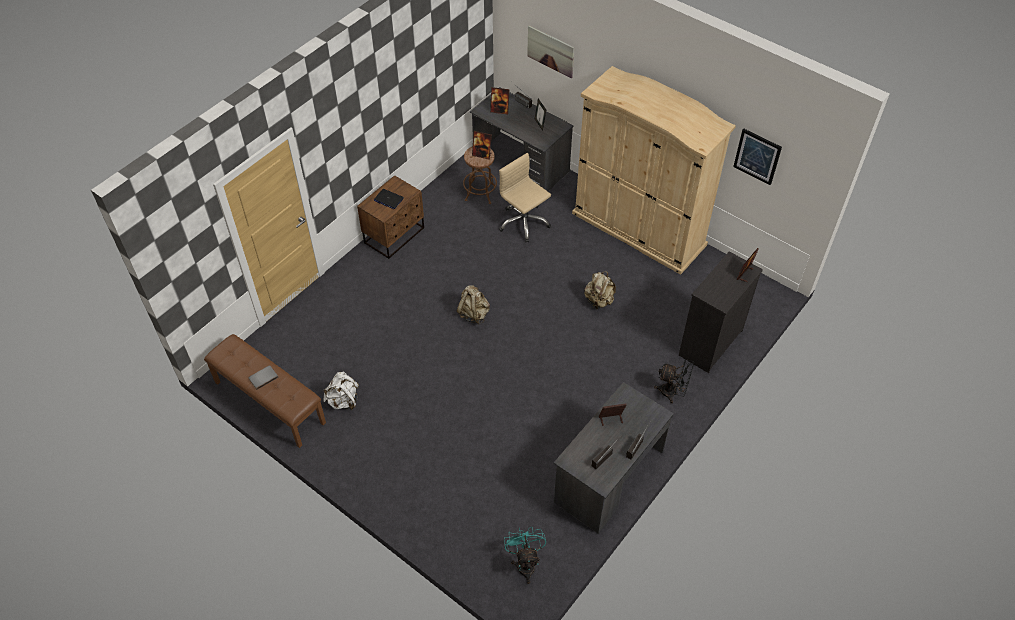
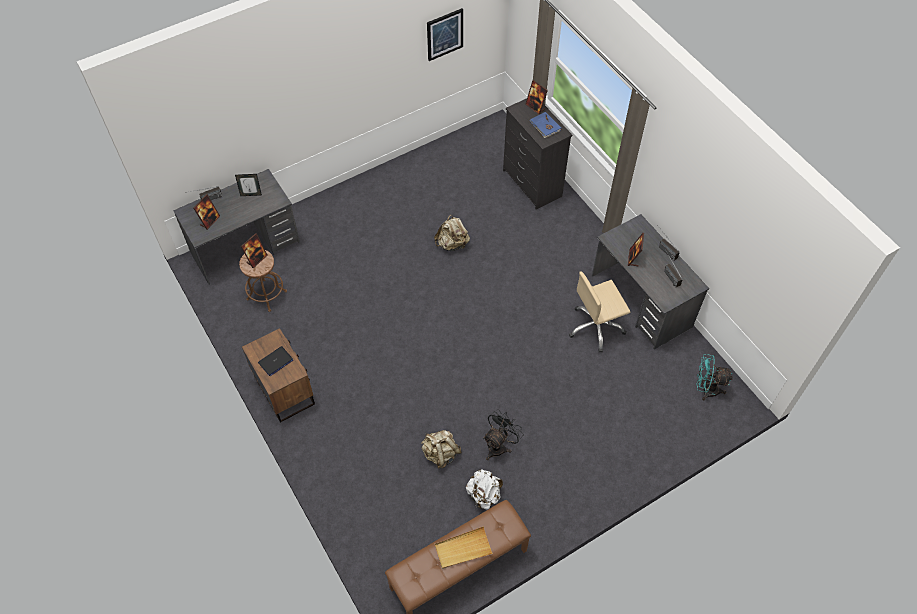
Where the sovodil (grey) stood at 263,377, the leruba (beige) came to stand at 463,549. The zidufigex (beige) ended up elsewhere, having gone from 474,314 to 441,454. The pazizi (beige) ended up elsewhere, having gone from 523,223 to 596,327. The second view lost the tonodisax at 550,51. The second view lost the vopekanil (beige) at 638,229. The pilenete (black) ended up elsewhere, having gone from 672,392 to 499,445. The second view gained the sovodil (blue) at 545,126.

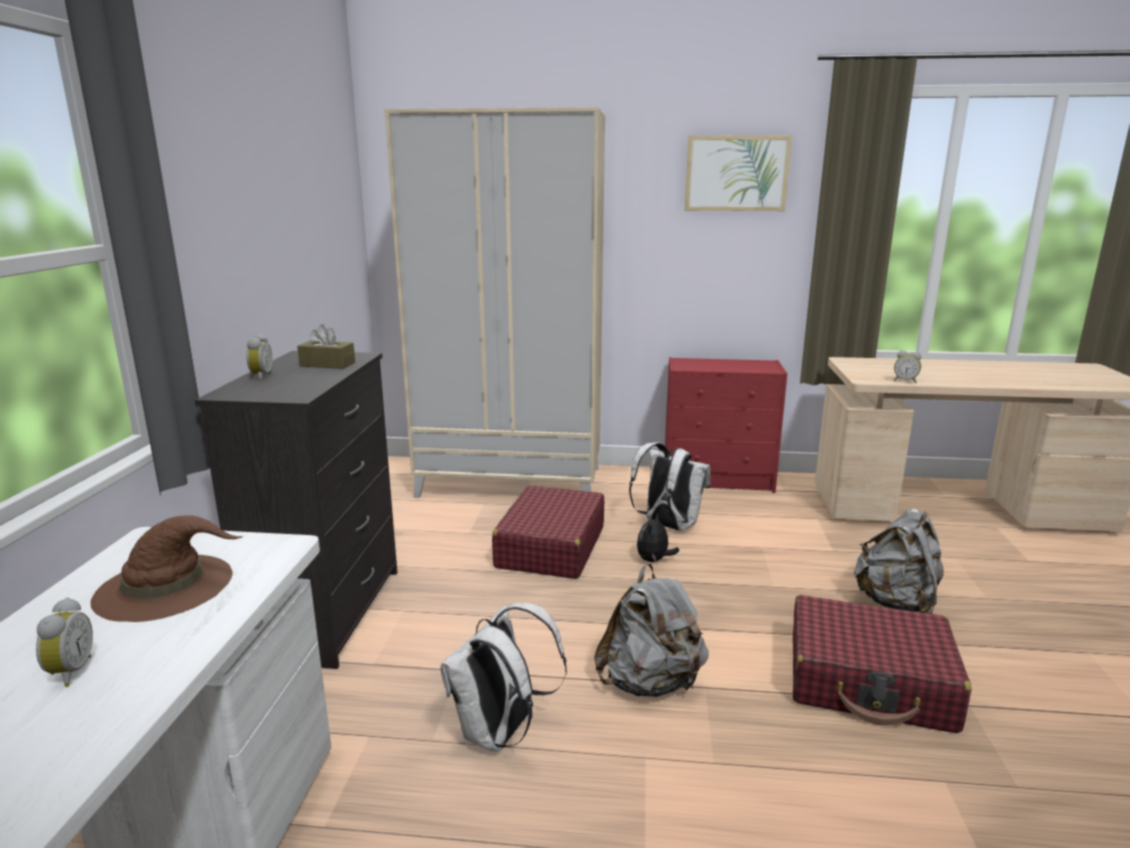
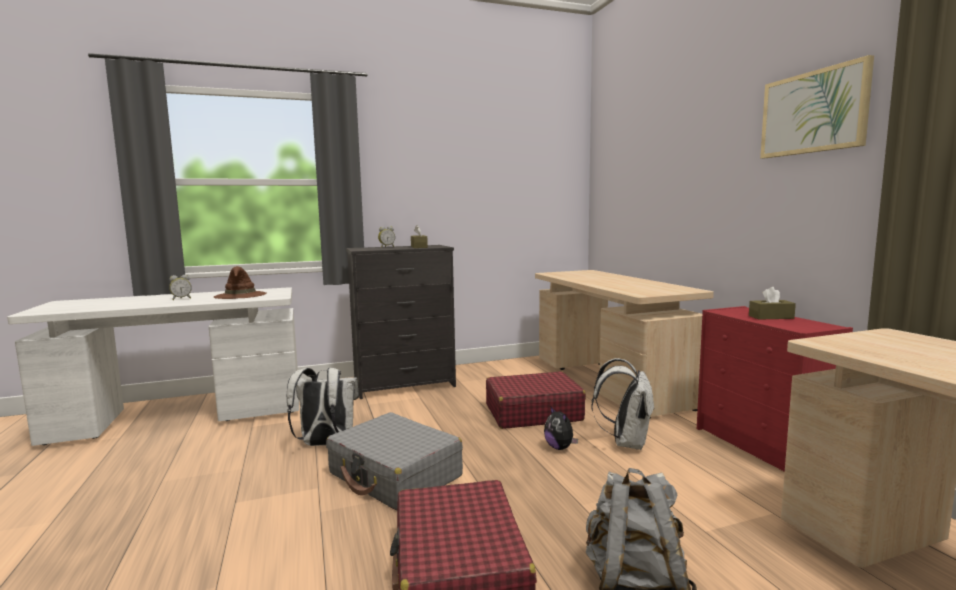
Where the vopekanil (beige) stood at 511,482, the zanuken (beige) came to stand at 609,383. Where the zidufigex (grey) stood at 650,683, the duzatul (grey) came to stand at 395,475. The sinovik at 654,560 ended up facing another way, 120 degrees counterclockwise from before. The second view lost the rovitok at 905,381. The second view gained the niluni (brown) at 771,317.

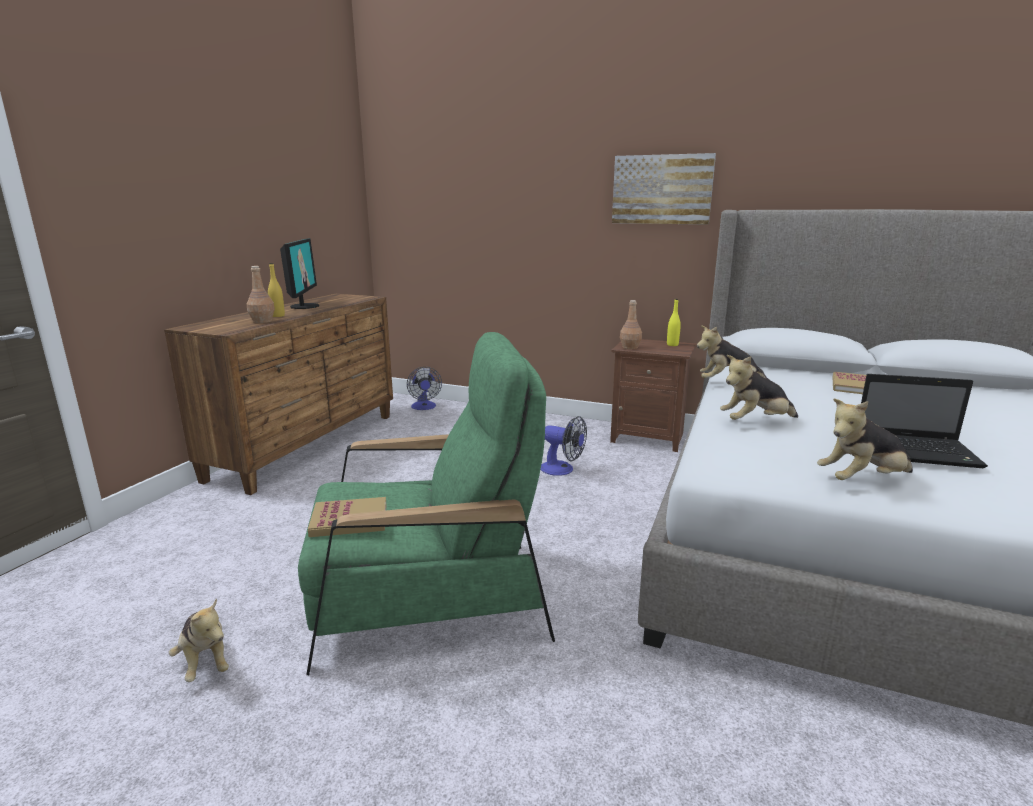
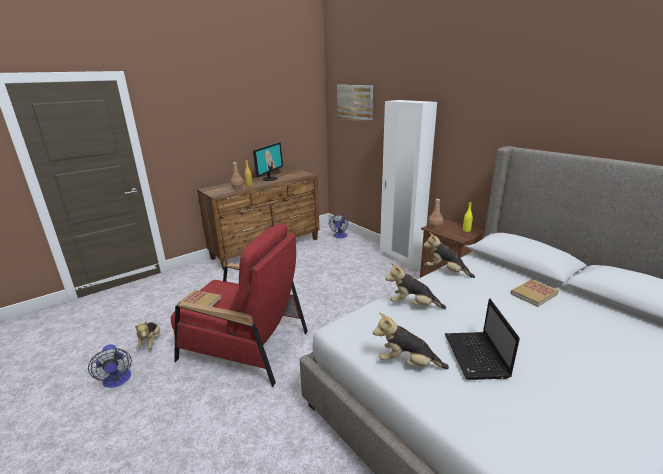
What was the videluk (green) at 429,599 turned into the videluk (red) at 243,346. The pilenete ended up elsewhere, having gone from 562,470 to 117,381. The tonodisax ended up elsewhere, having gone from 662,189 to 355,102. The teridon at 917,452 ended up facing another way, 45 degrees clockwise from before. The second view gained the vopekanil (white) at 400,259.

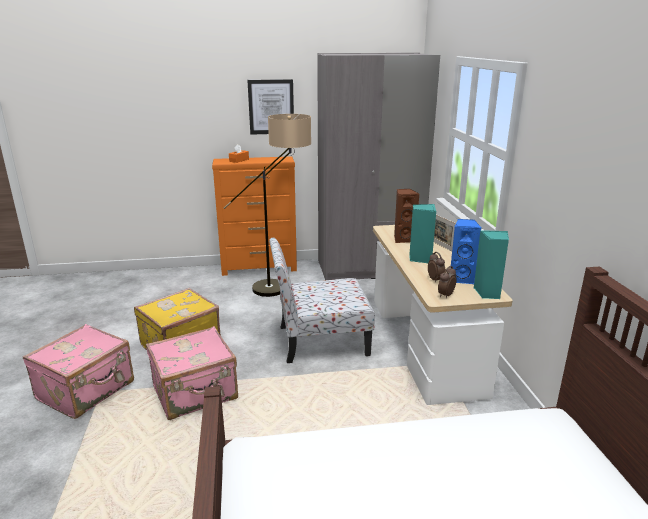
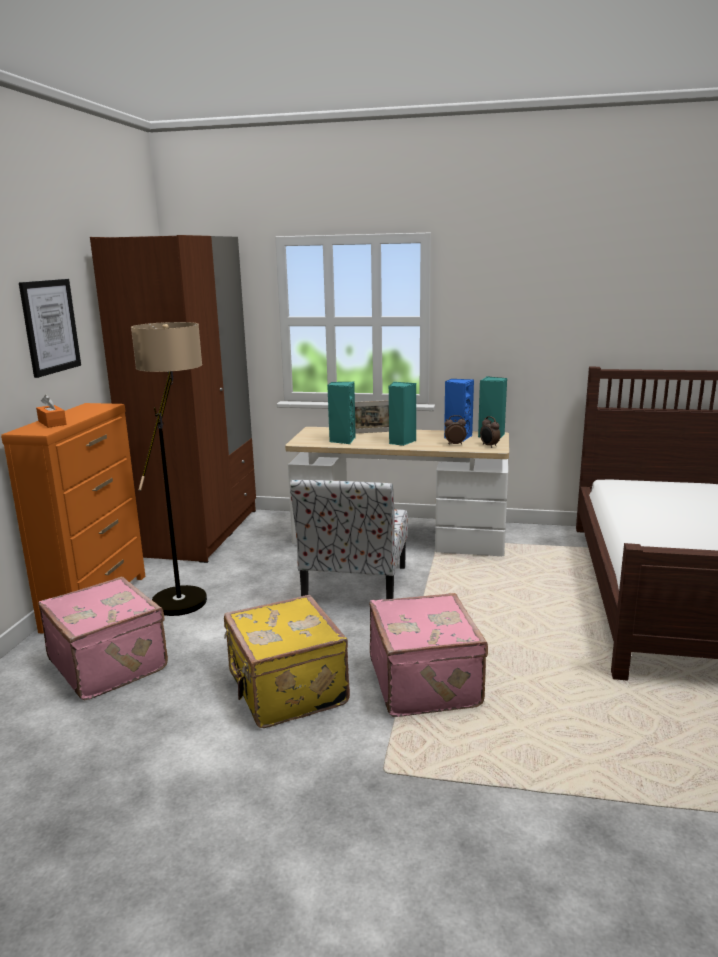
The duzatul (pink) ended up elsewhere, having gone from 87,391 to 110,664. What was the vopekanil (grey) at 368,268 turned into the vopekanil (brown) at 199,532. What was the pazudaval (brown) at 403,239 turned into the pazudaval (turquoise) at 342,440.

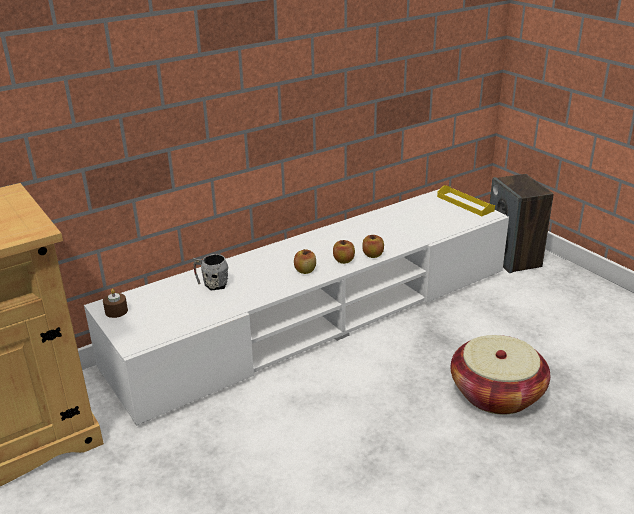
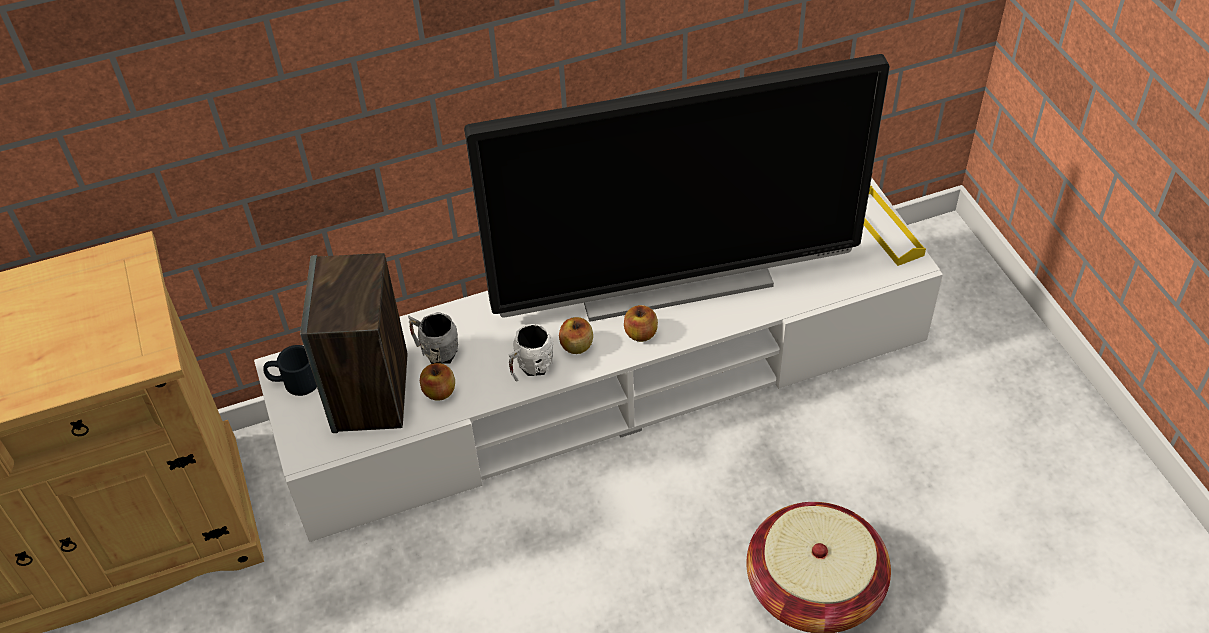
Where the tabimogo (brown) stood at 116,311, the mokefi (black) came to stand at 294,382. The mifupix ended up elsewhere, having gone from 373,255 to 439,392. The pazudaval ended up elsewhere, having gone from 513,258 to 371,393. The second view gained the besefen at 674,282. The second view gained the mokefi (white) at 530,368.

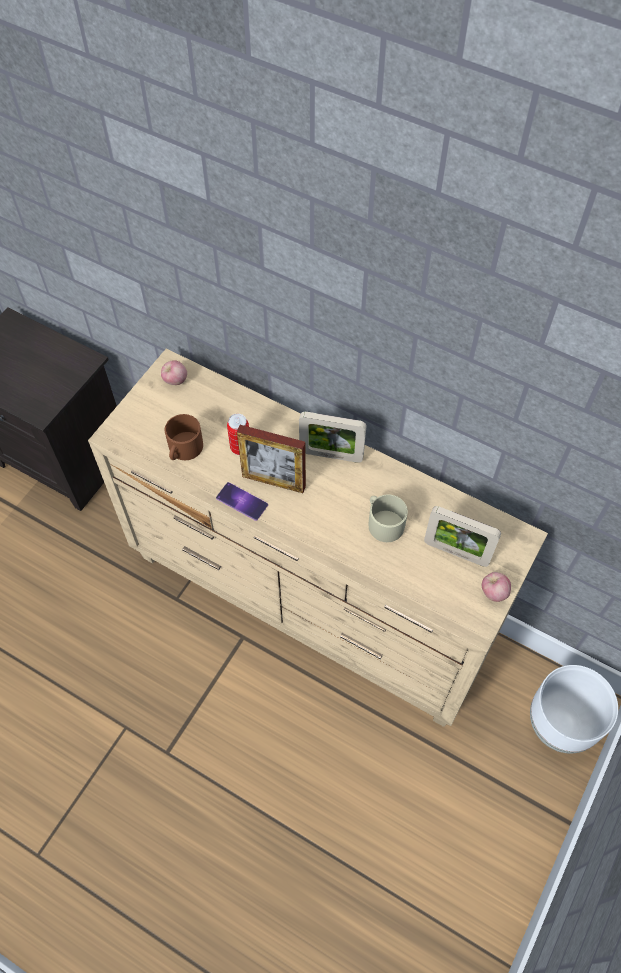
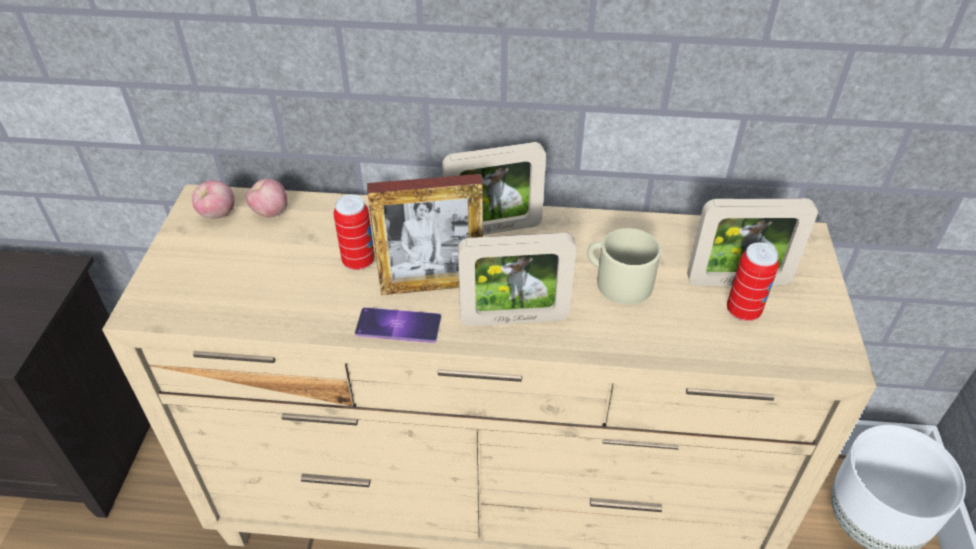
The second view lost the mokefi (brown) at 183,449. The mifupix ended up elsewhere, having gone from 493,592 to 270,213. The second view gained the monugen at 514,319. The second view gained the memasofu at 743,311.

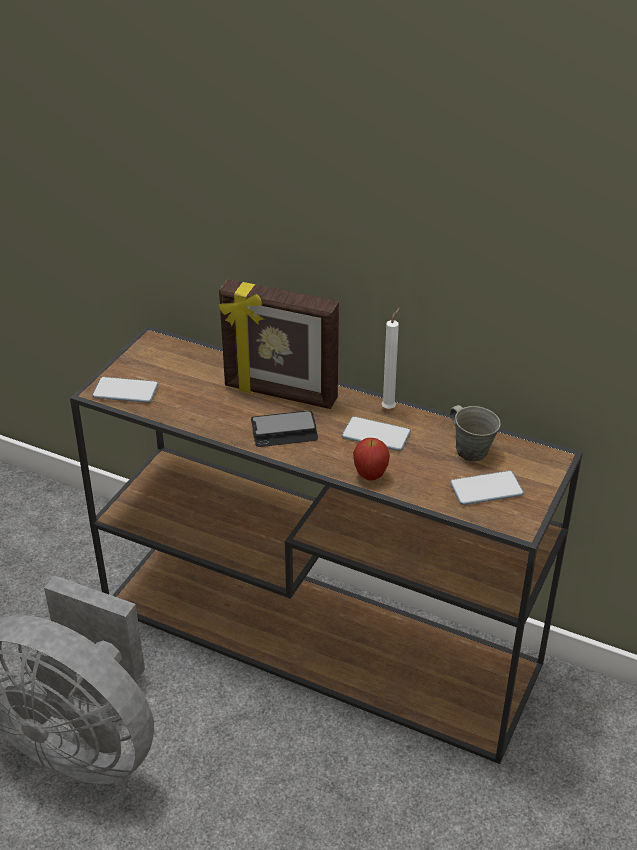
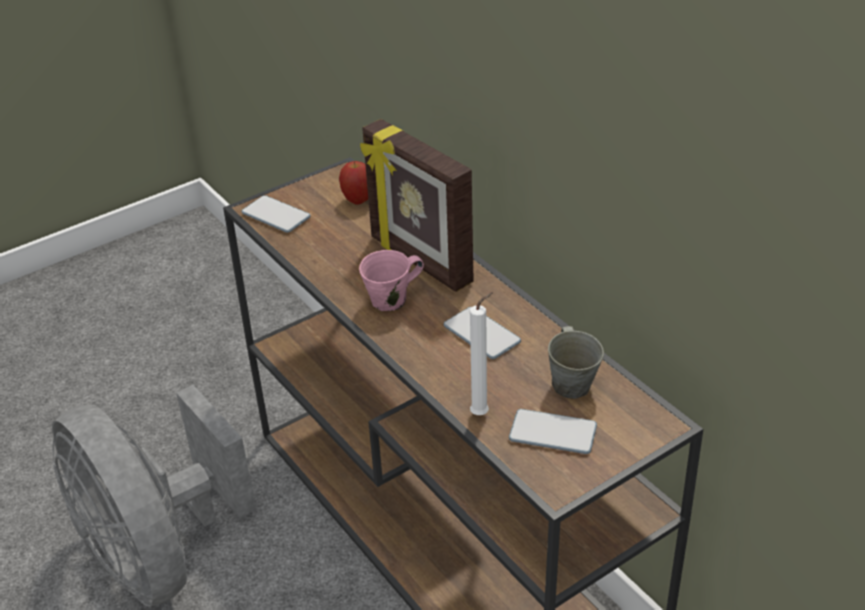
Where the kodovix stood at 284,431, the mokefi (pink) came to stand at 391,300. The mifupix ended up elsewhere, having gone from 370,476 to 358,200. The tabimogo (white) ended up elsewhere, having gone from 390,408 to 482,413.

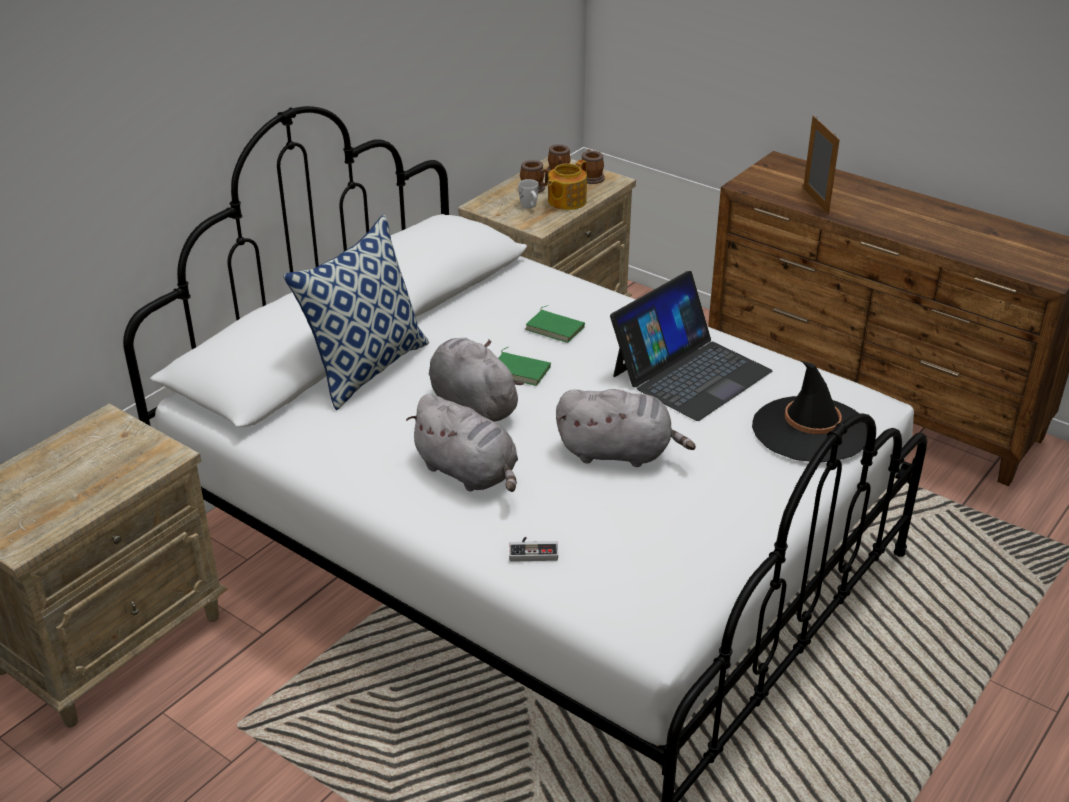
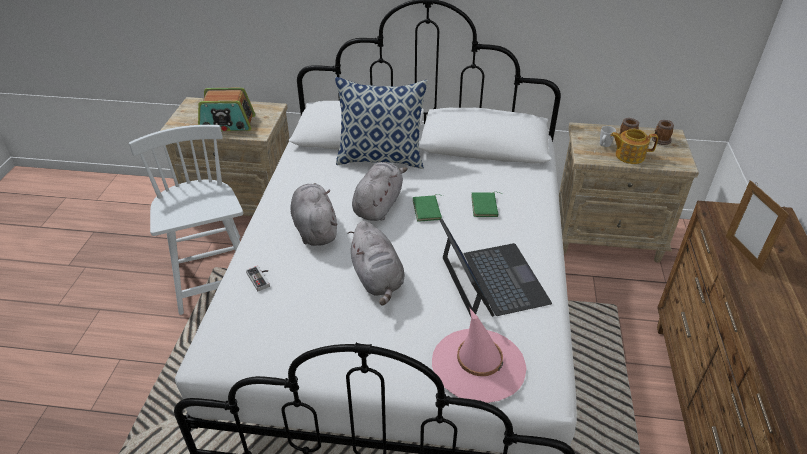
The sinovik (grey) at 469,473 ended up facing another way, 150 degrees clockwise from before. The second view lost the mokefi at 591,177. The teridon at 690,373 ended up facing another way, 120 degrees counterclockwise from before. What was the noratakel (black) at 810,430 turned into the noratakel (pink) at 478,364. The monugen at 815,201 ended up facing another way, 120 degrees clockwise from before. The second view gained the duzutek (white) at 212,274. The second view gained the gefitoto at 227,124.

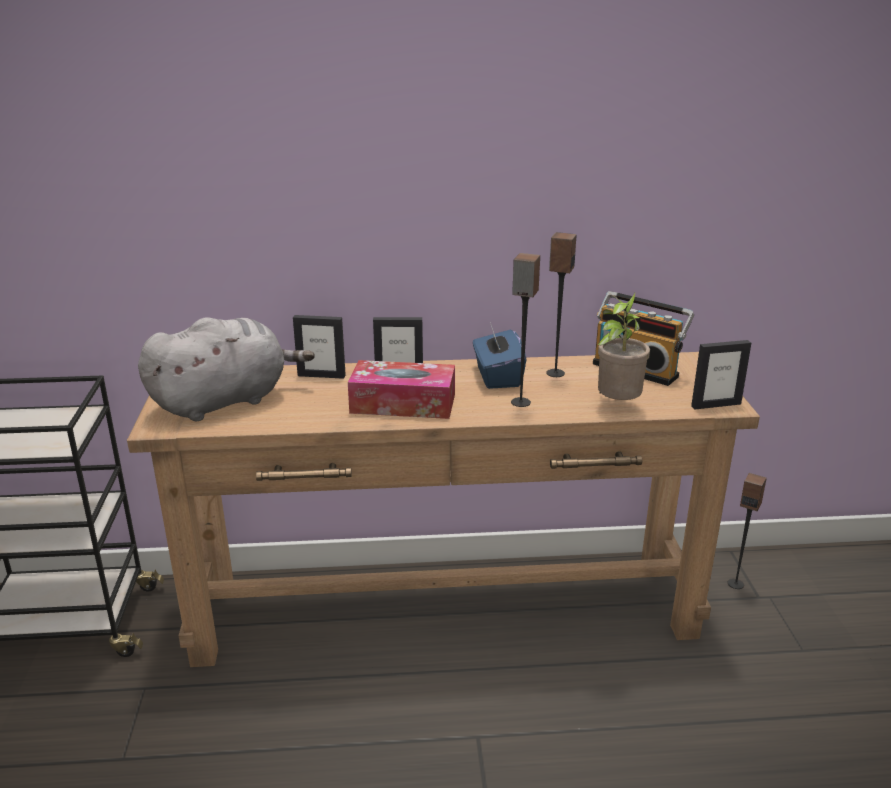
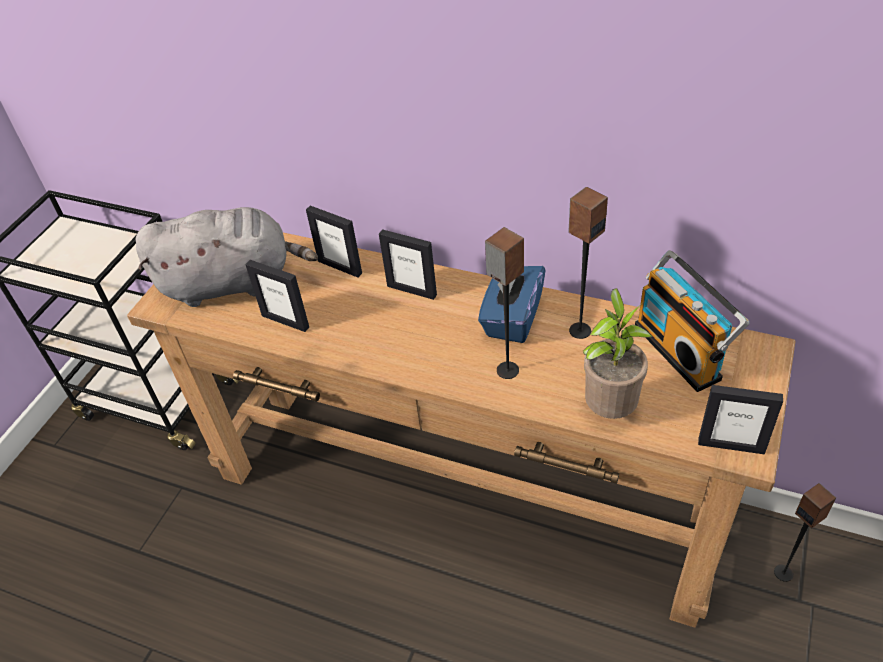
The second view lost the niluni at 403,404. The second view gained the monugen at 285,321.

